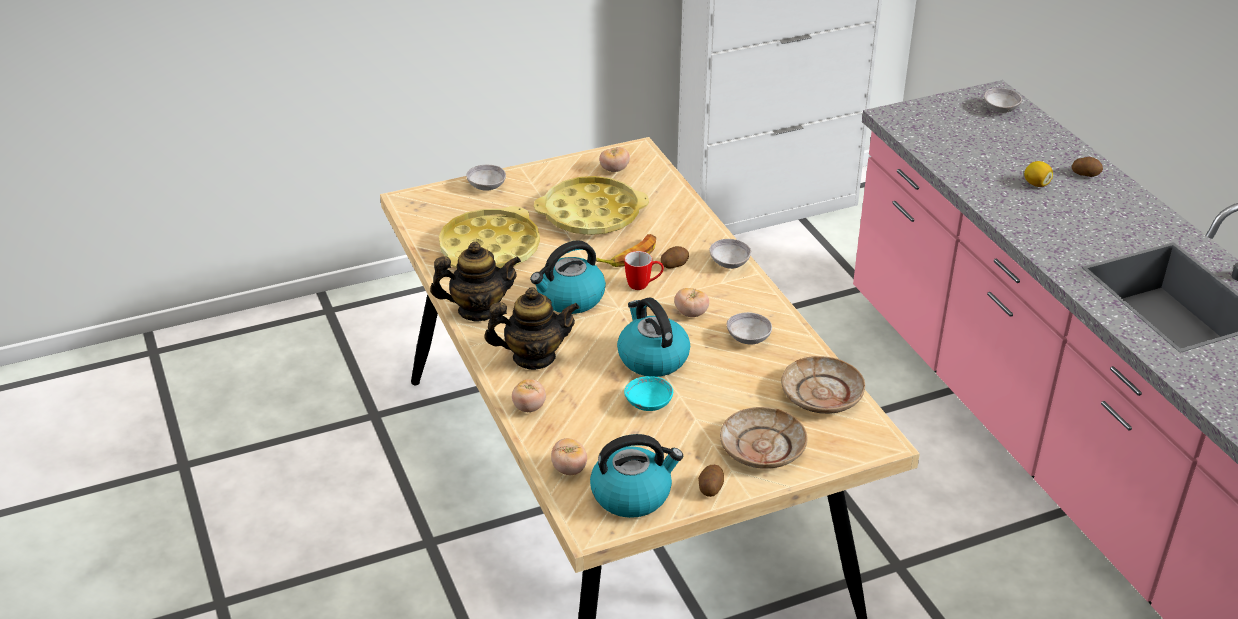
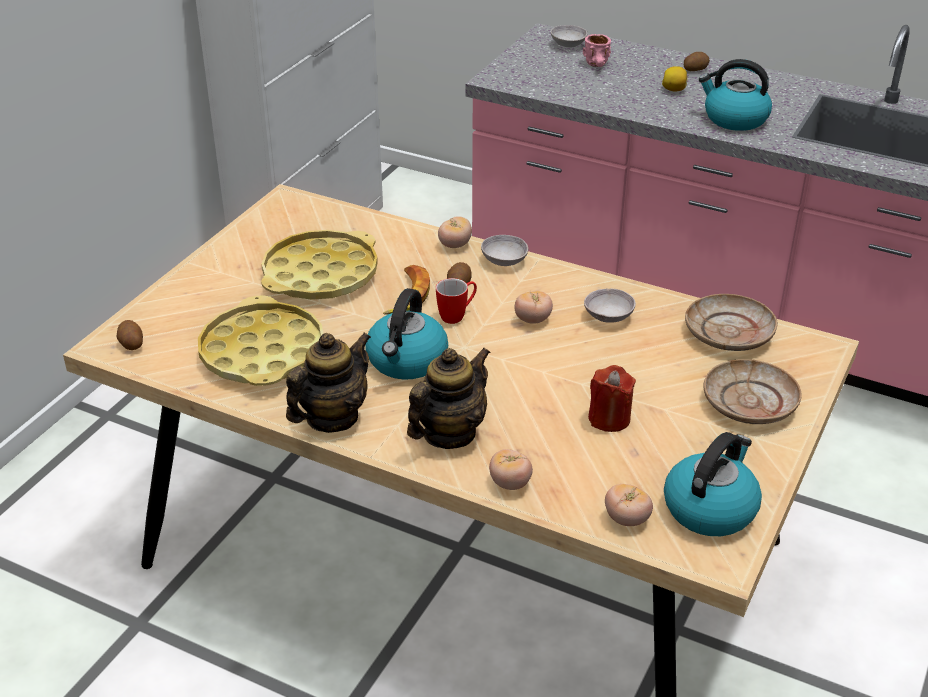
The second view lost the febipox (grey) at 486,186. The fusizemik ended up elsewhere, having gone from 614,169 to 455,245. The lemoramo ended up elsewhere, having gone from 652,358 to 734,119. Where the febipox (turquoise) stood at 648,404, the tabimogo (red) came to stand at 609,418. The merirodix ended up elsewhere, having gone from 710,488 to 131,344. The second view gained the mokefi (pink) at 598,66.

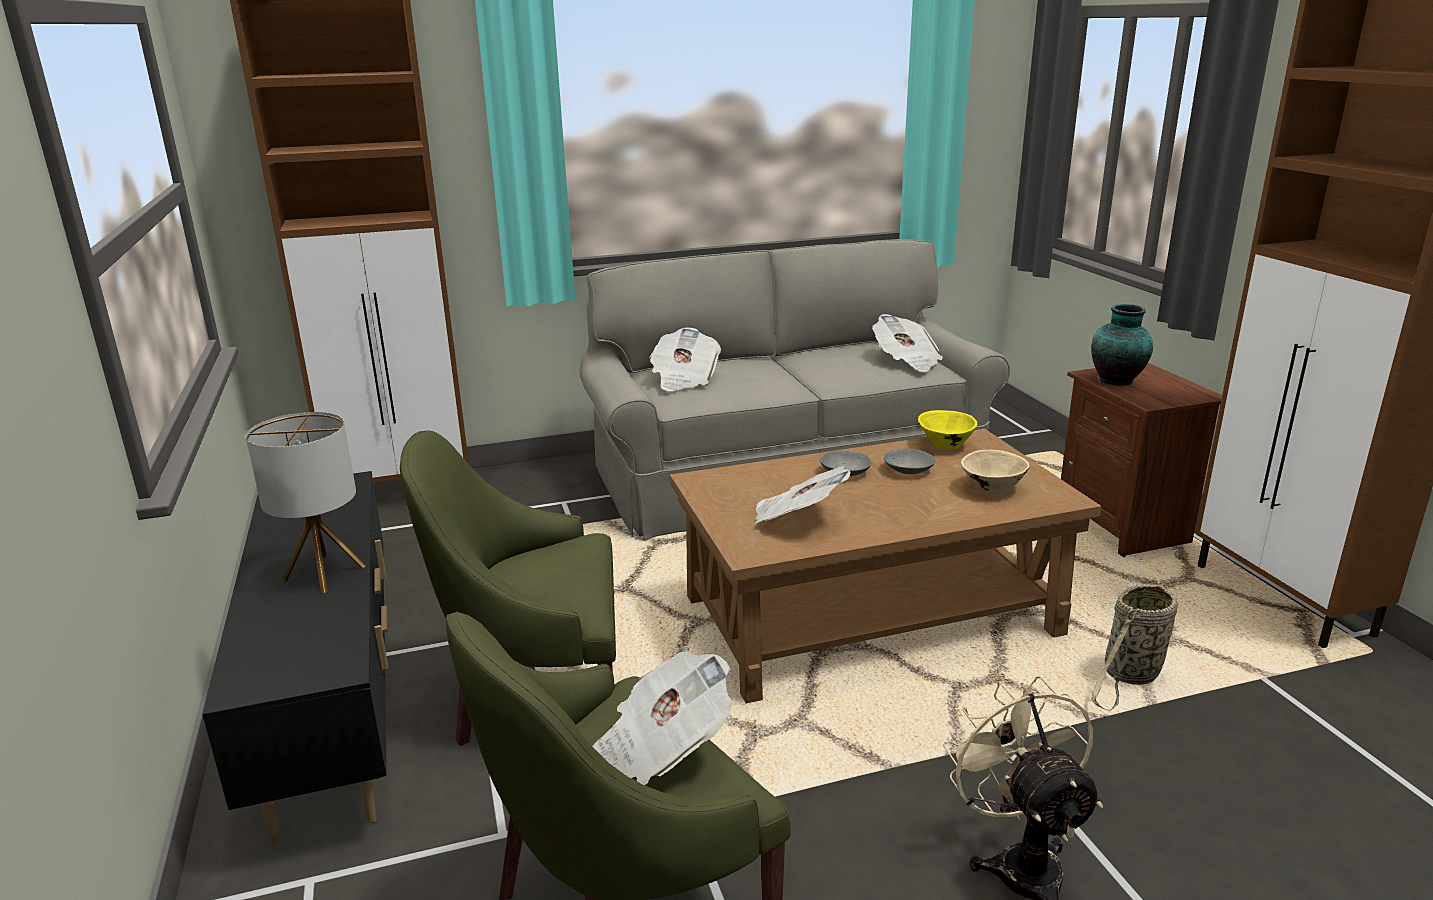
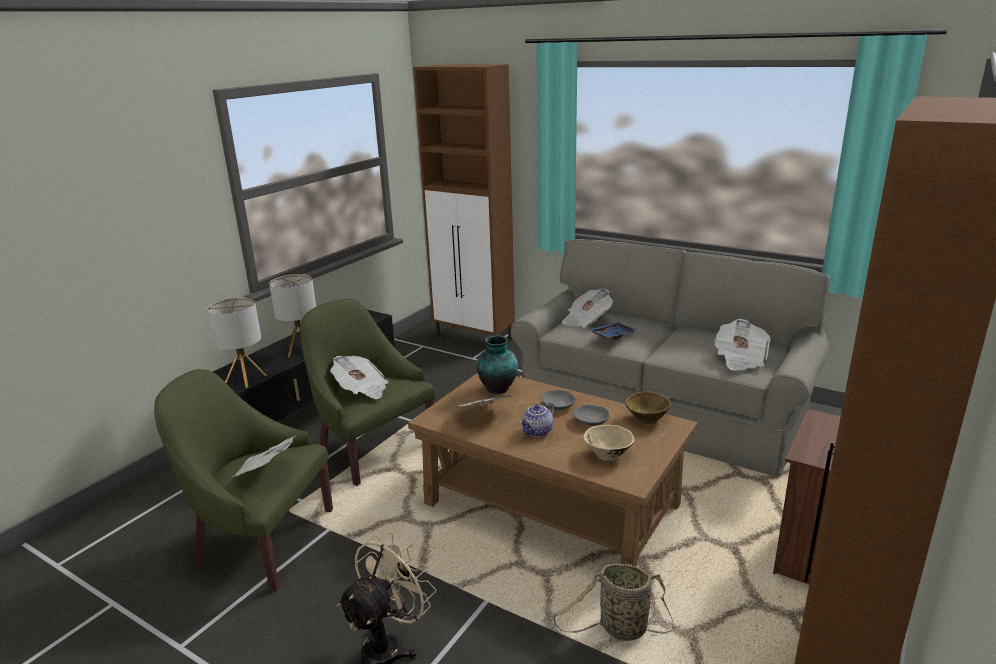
What was the febipox (yellow) at 945,444 turned into the febipox (brown) at 647,419. The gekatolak ended up elsewhere, having gone from 1118,381 to 498,389. The second view gained the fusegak at 245,379. The second view gained the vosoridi at 361,390. The second view gained the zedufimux at 538,432. The second view gained the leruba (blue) at 611,336.

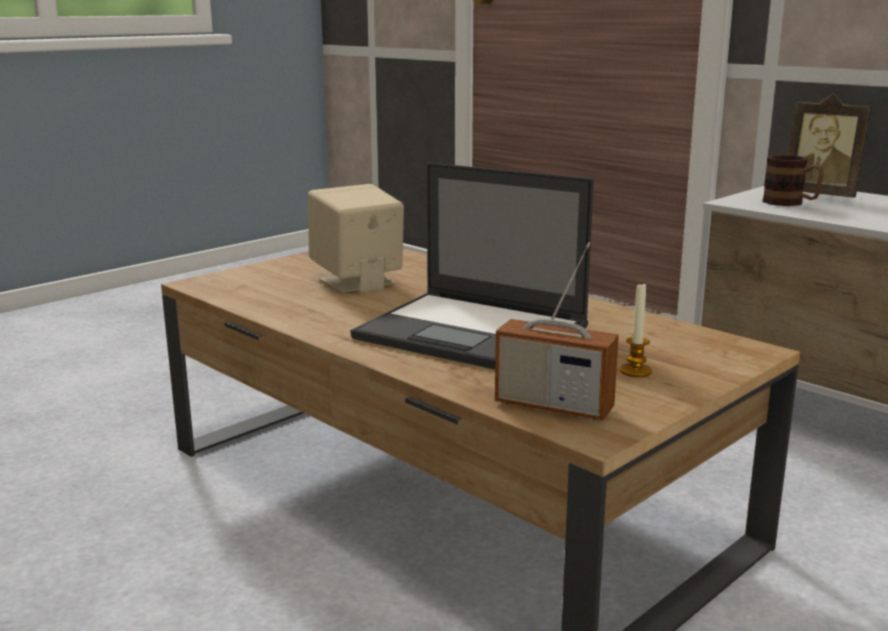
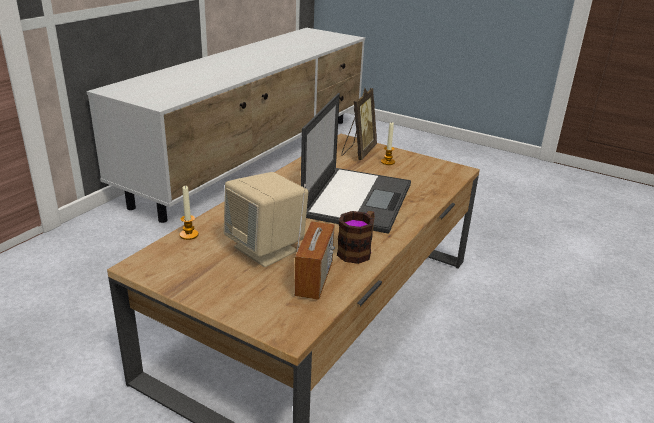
The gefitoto ended up elsewhere, having gone from 554,406 to 314,279. The mokefi ended up elsewhere, having gone from 790,203 to 358,250. The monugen ended up elsewhere, having gone from 821,195 to 358,152. The second view gained the tabimogo at 189,235.

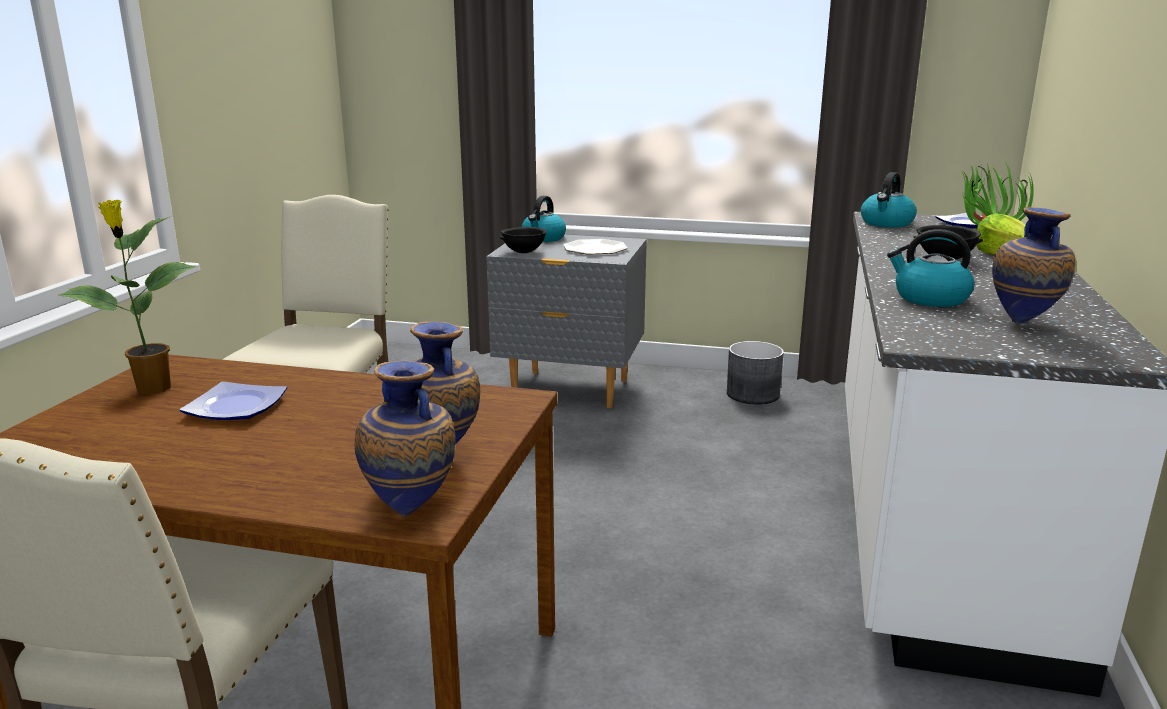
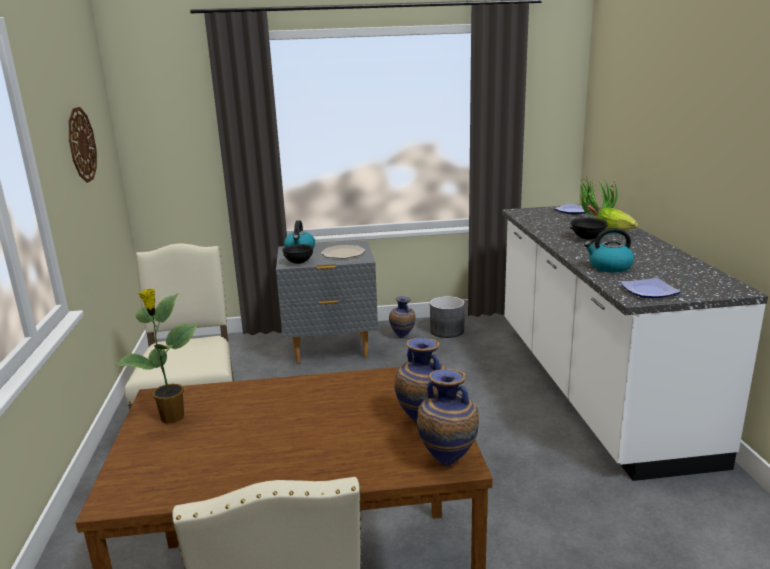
The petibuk ended up elsewhere, having gone from 236,408 to 650,292. The second view lost the lemoramo at 886,223. The gekatolak ended up elsewhere, having gone from 1024,322 to 403,337. The second view gained the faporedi at 81,145.

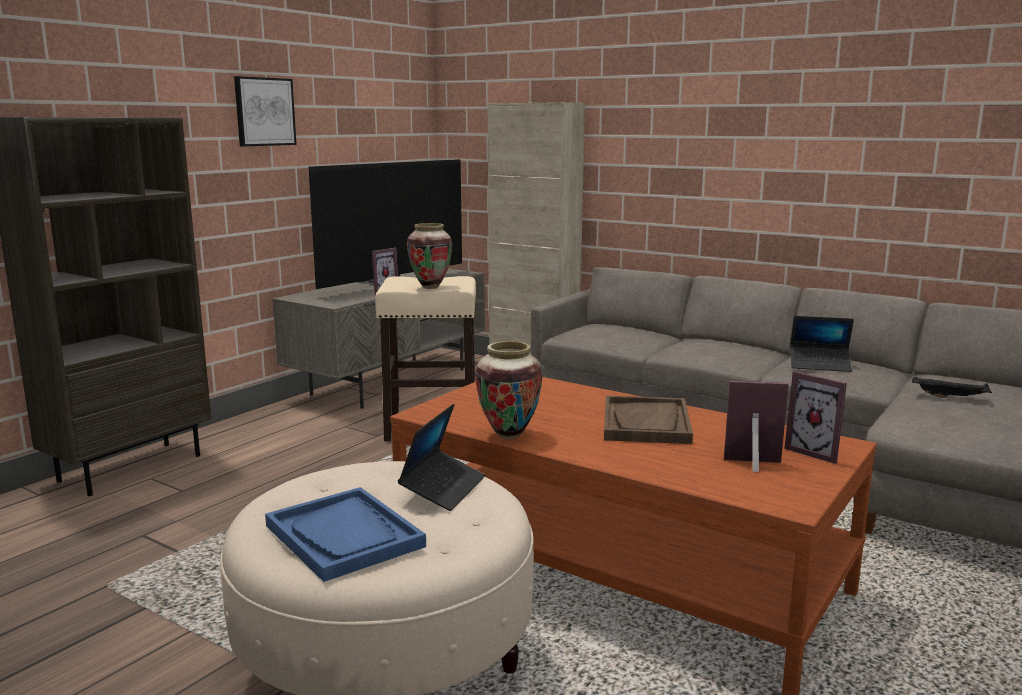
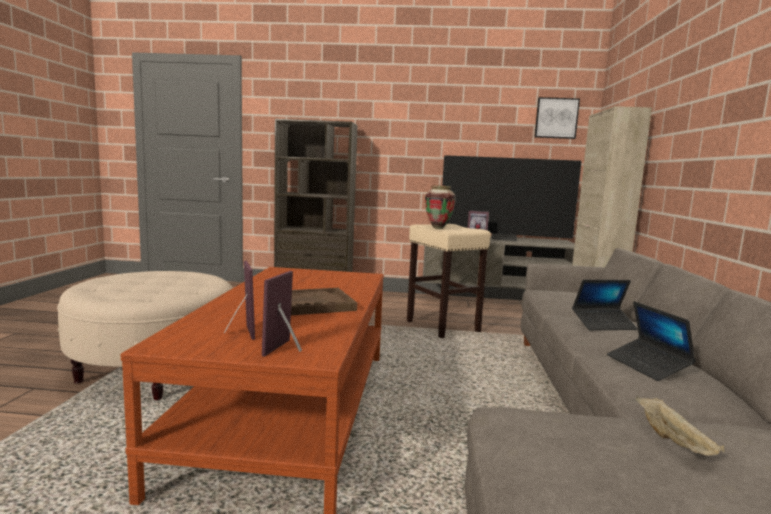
The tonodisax ended up elsewhere, having gone from 264,112 to 556,118. The second view lost the leruba (blue) at 344,536. The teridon ended up elsewhere, having gone from 443,488 to 603,324. The second view lost the gekatolak at 509,435. What was the leruba (black) at 950,397 turned into the leruba (beige) at 674,442.

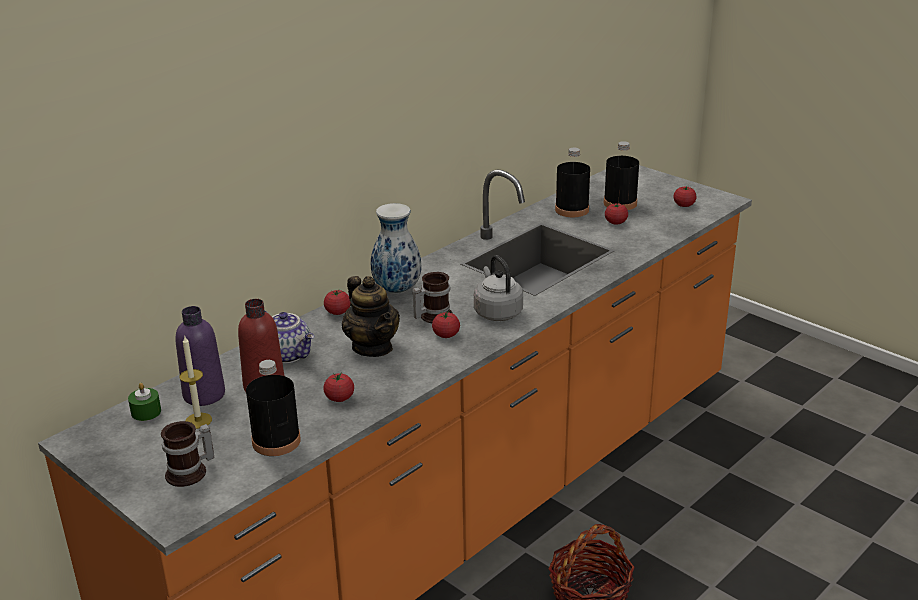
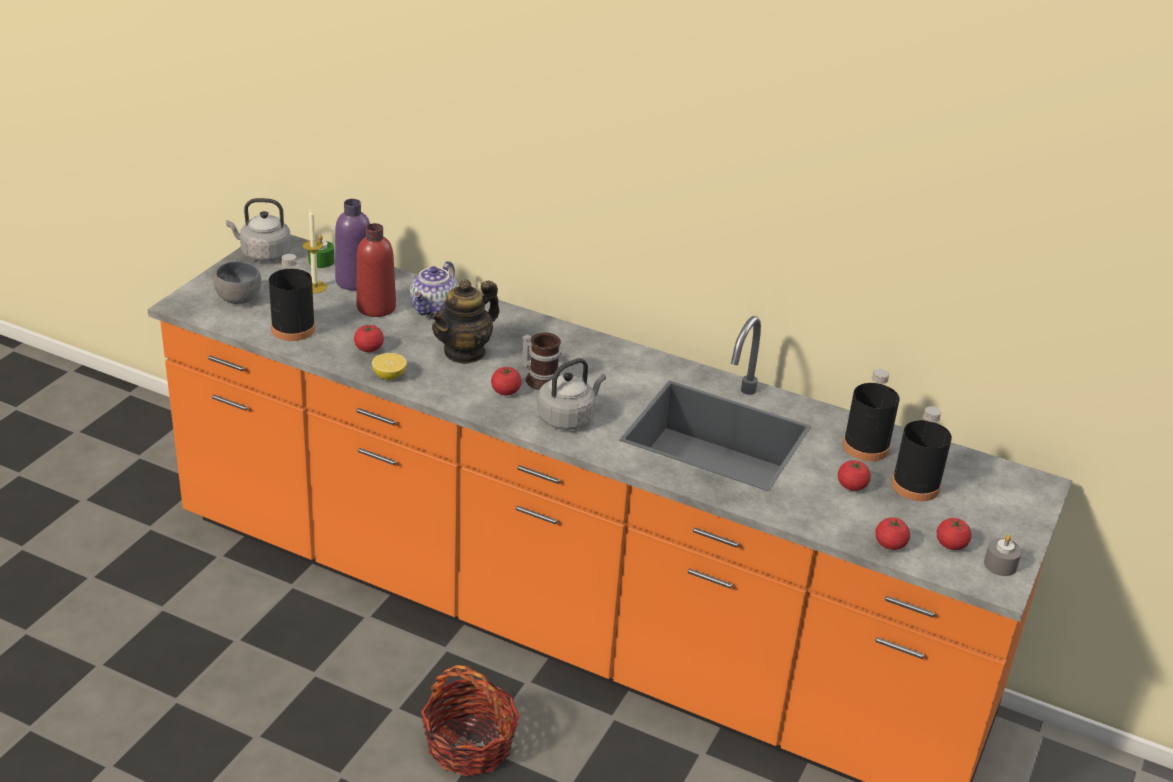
Where the mokefi stood at 190,473, the febipox (grey) came to stand at 240,299. The fusizemik ended up elsewhere, having gone from 338,312 to 890,544. The second view lost the gekatolak at 398,289. The second view gained the lemoramo (grey) at 263,254. The second view gained the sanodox at 389,376. The second view gained the tabimogo (grey) at 1000,565.

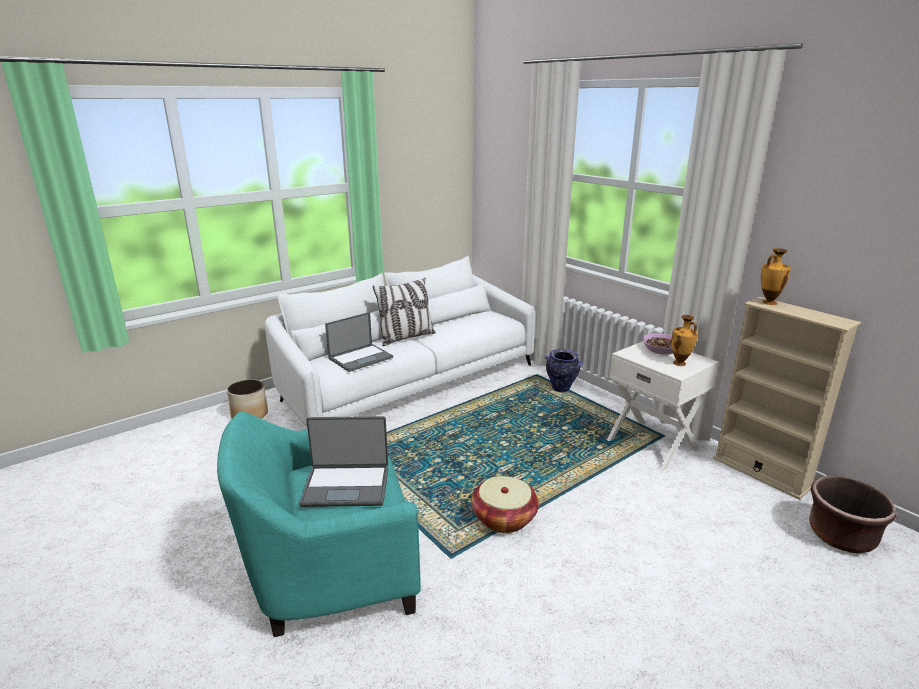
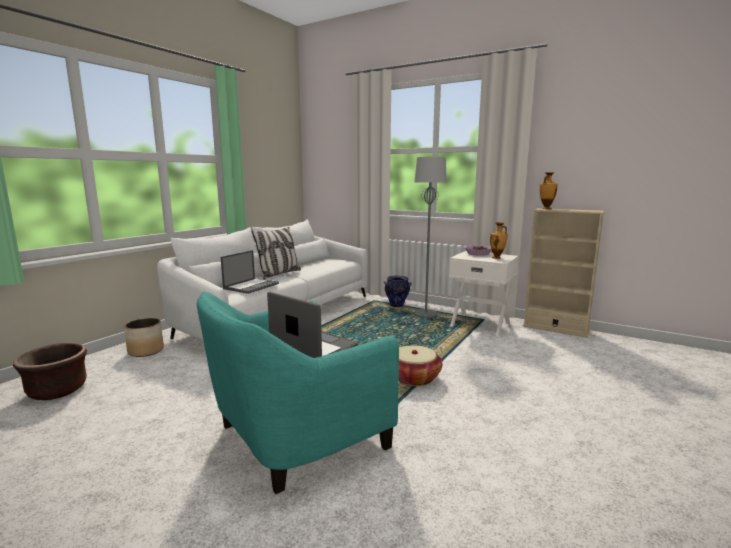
The teridon at 346,486 ended up facing another way, 120 degrees counterclockwise from before. The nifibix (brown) ended up elsewhere, having gone from 840,536 to 57,390. The second view gained the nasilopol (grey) at 426,315.

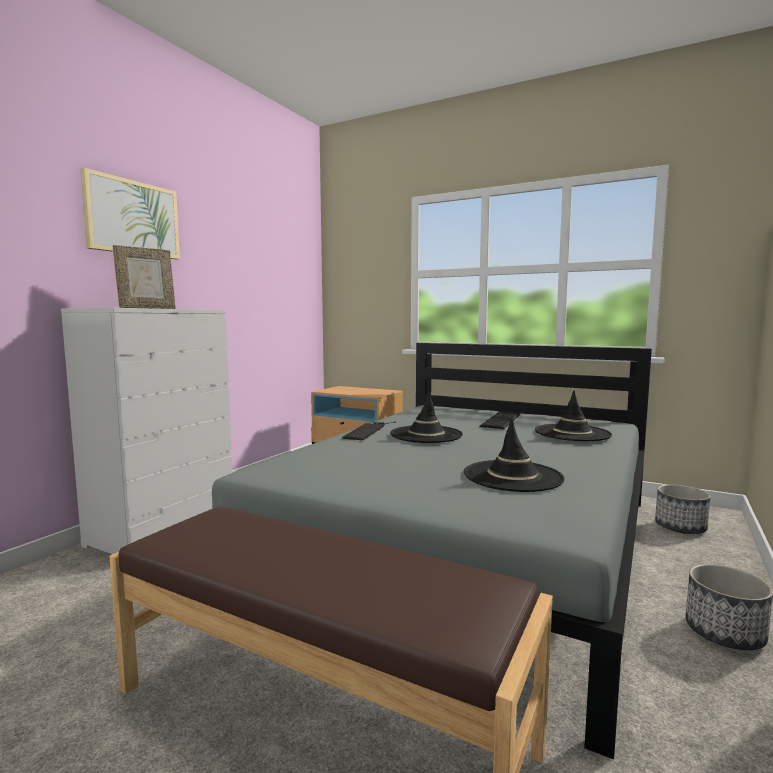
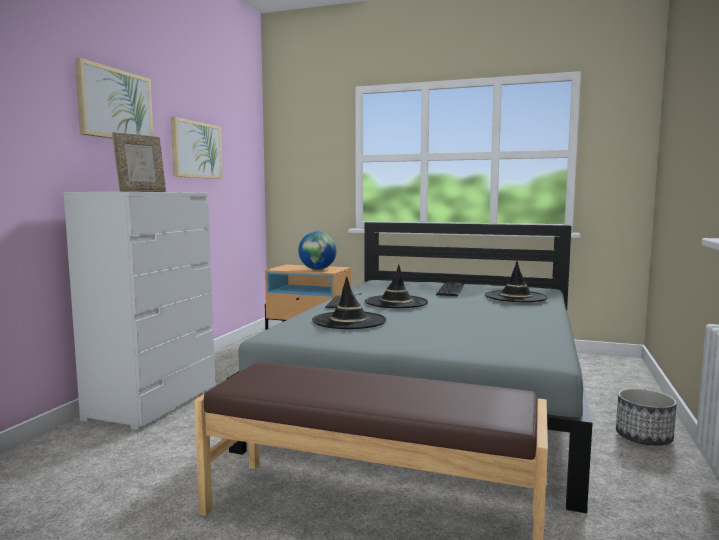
The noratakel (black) ended up elsewhere, having gone from 512,476 to 349,321. The second view lost the nifibix at 680,527. The second view gained the tonodisax at 196,150. The second view gained the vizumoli at 317,269.

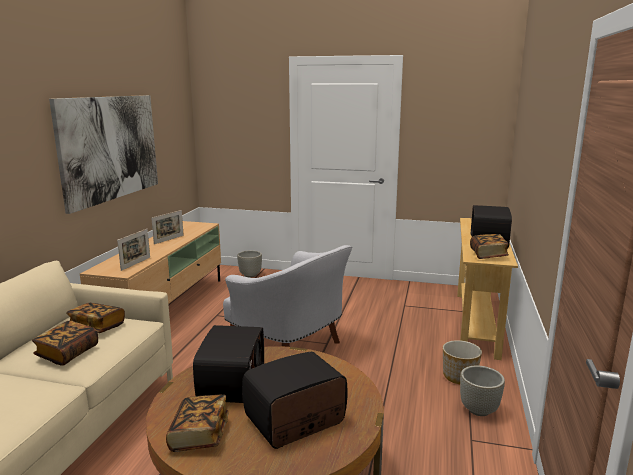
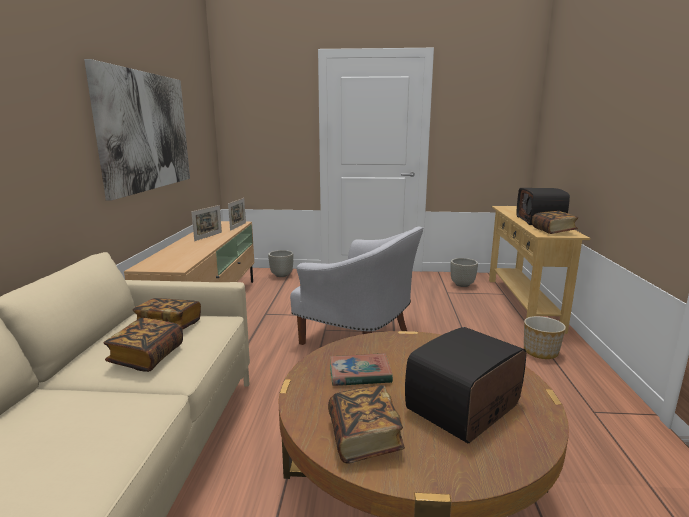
The monugen ended up elsewhere, having gone from 136,263 to 238,226. Where the gefitoto stood at 230,383, the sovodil came to stand at 359,374. The nifibix (grey) ended up elsewhere, having gone from 479,410 to 462,285.

